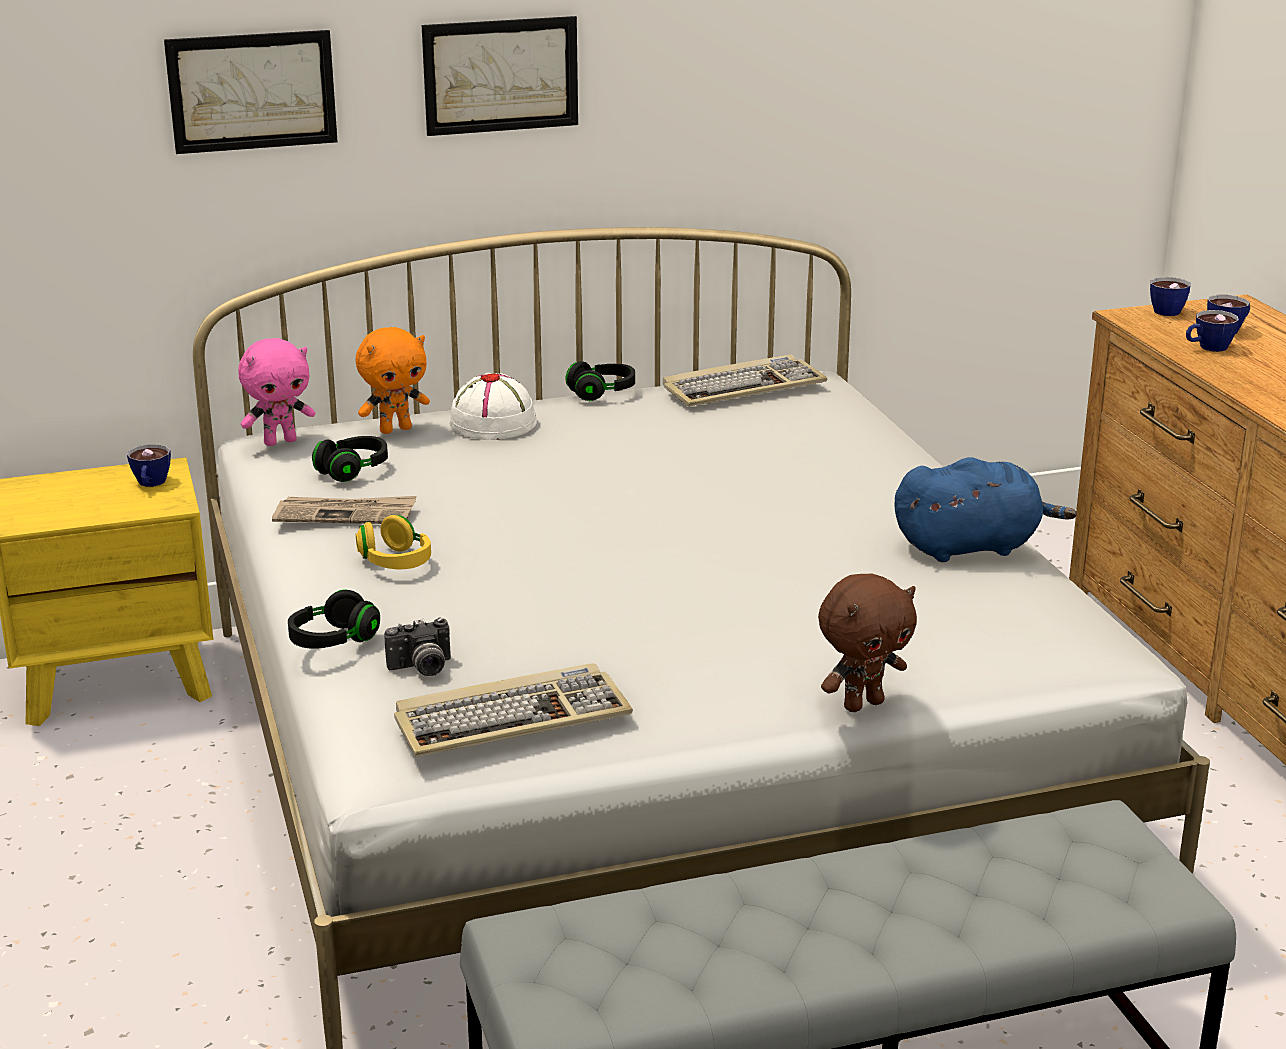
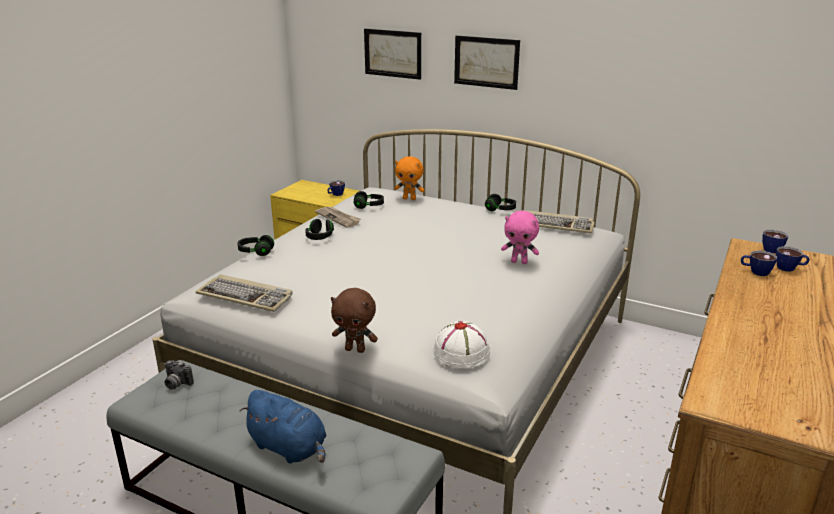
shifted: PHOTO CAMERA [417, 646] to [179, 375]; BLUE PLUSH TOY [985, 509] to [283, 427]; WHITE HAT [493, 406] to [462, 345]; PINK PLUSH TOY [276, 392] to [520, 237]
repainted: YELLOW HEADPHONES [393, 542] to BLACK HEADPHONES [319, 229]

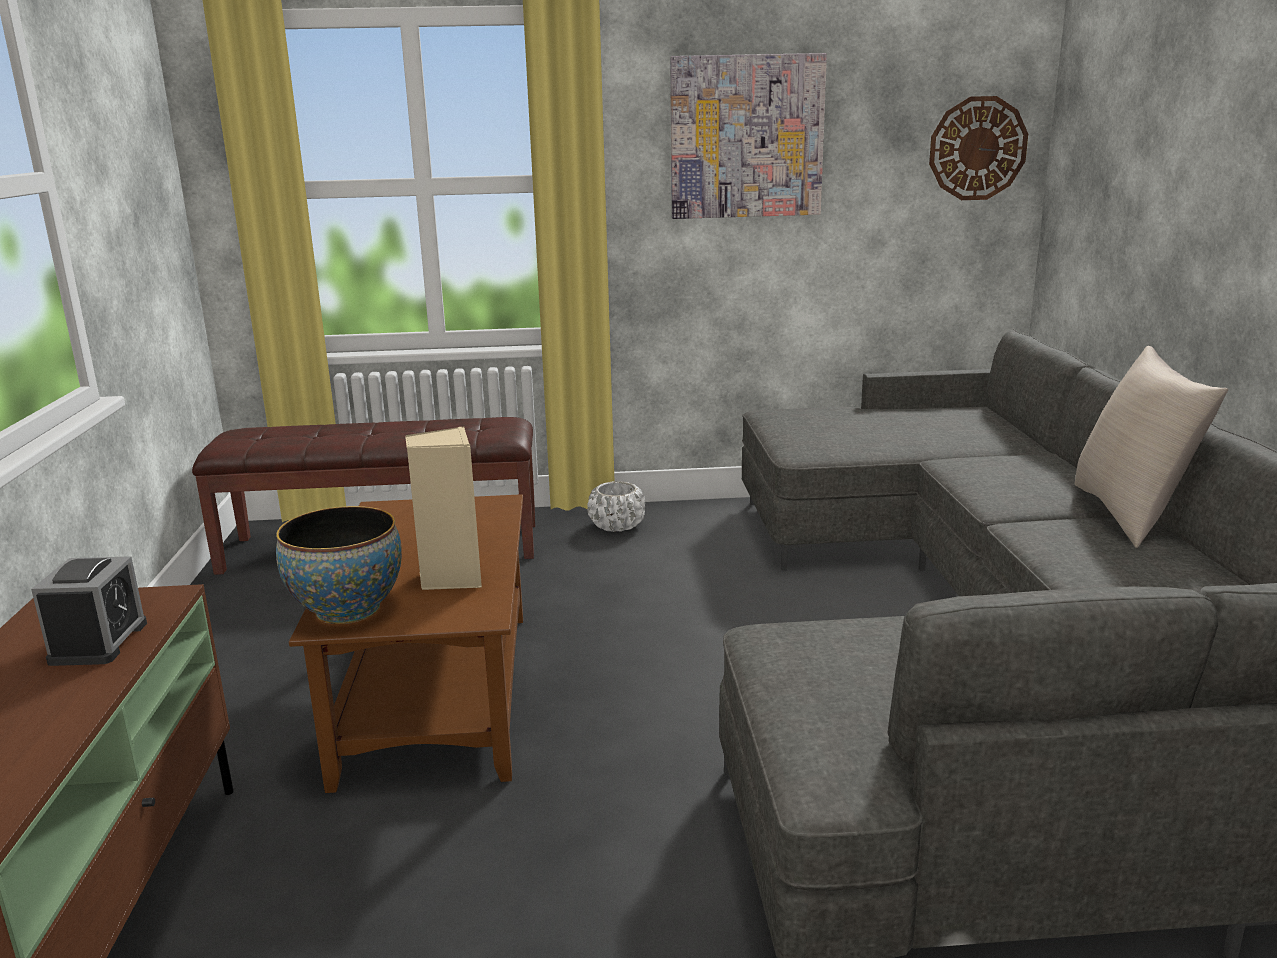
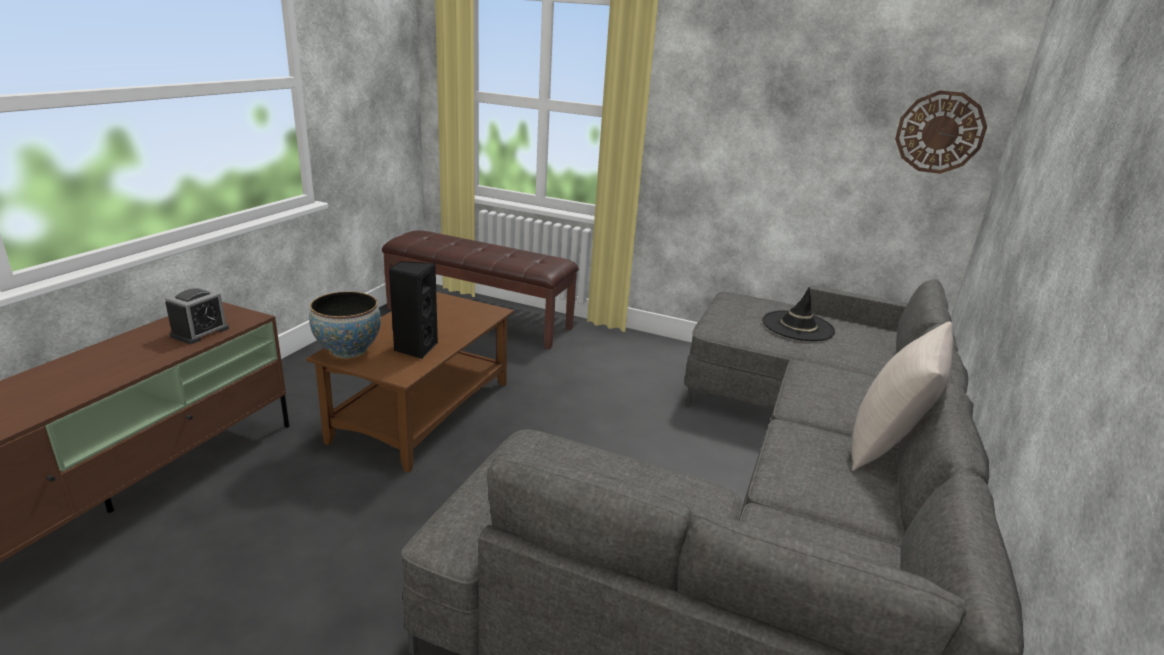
gone: WHITE PLANTER [616, 506]; PICTURE [748, 136]
new: BLACK HAT [798, 314]
repainted: BEIGE SPEAKER [443, 508] to BLACK SPEAKER [413, 310]

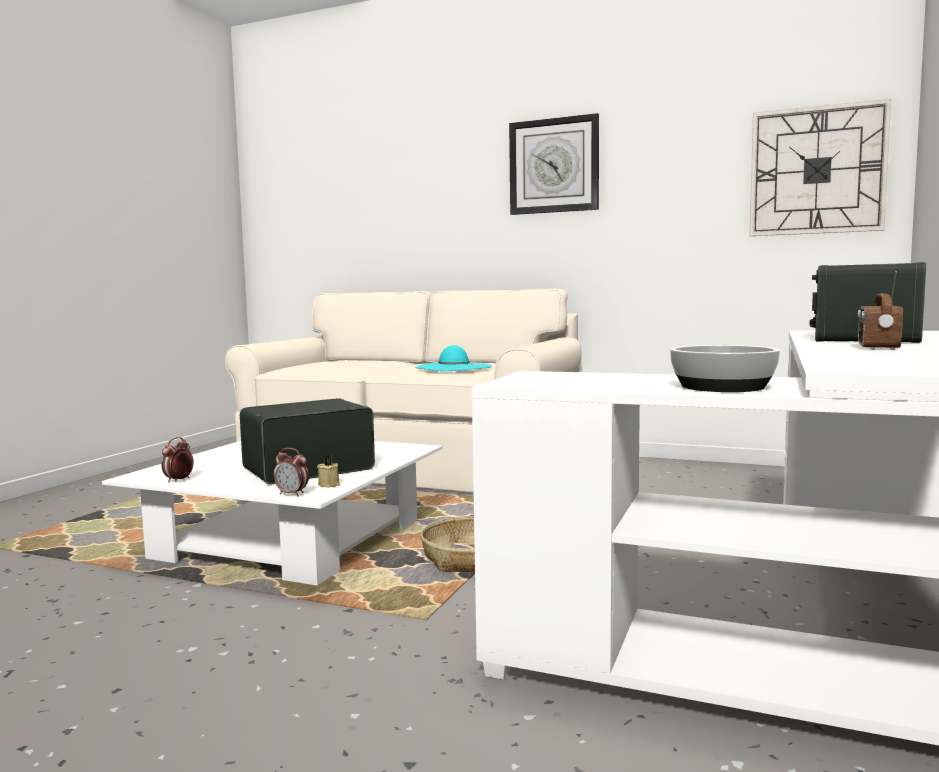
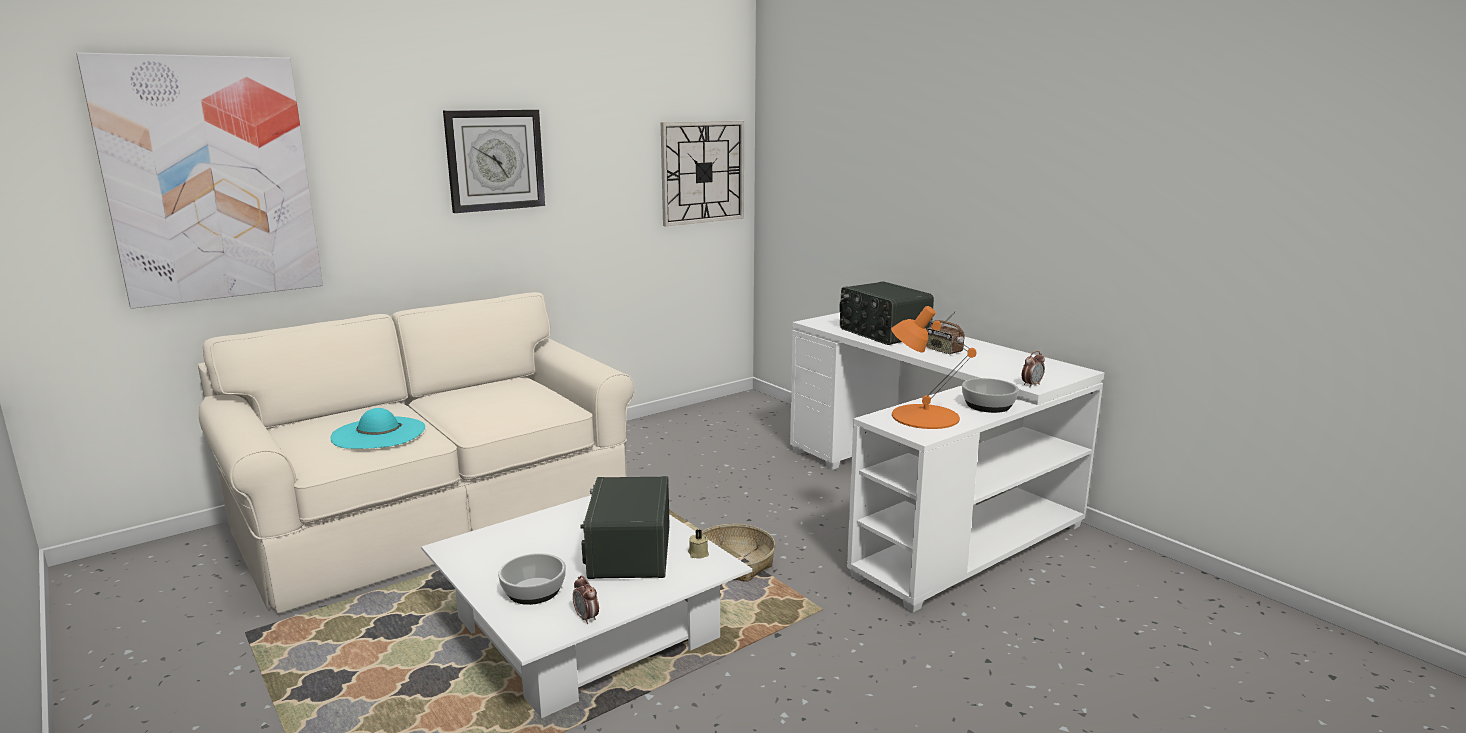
new: PICTURE [199, 181]; BOWL [532, 579]; ORANGE TABLE LAMP [933, 367]
shifted: TURQUOISE HAT [453, 358] to [377, 428]; ALARM CLOCK [291, 472] to [1033, 369]

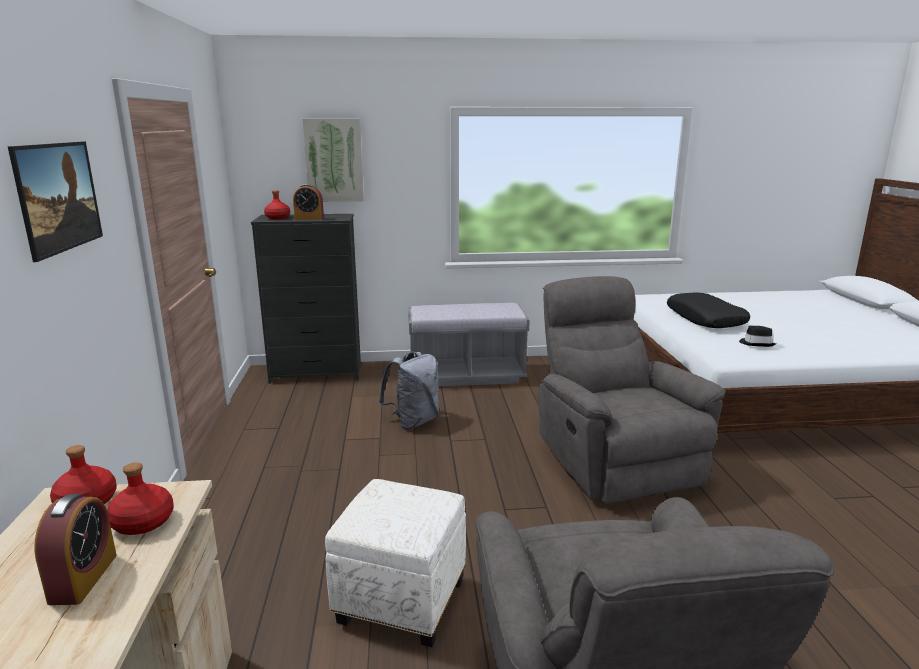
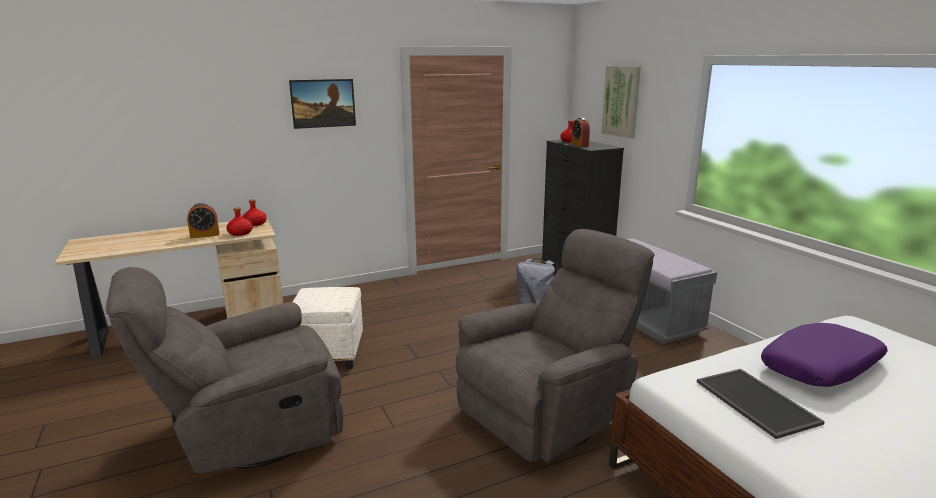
swapped: BLACK HAT [757, 336] to TRAY [761, 404]
repainted: BLACK PILLOW [708, 310] to PURPLE PILLOW [824, 355]

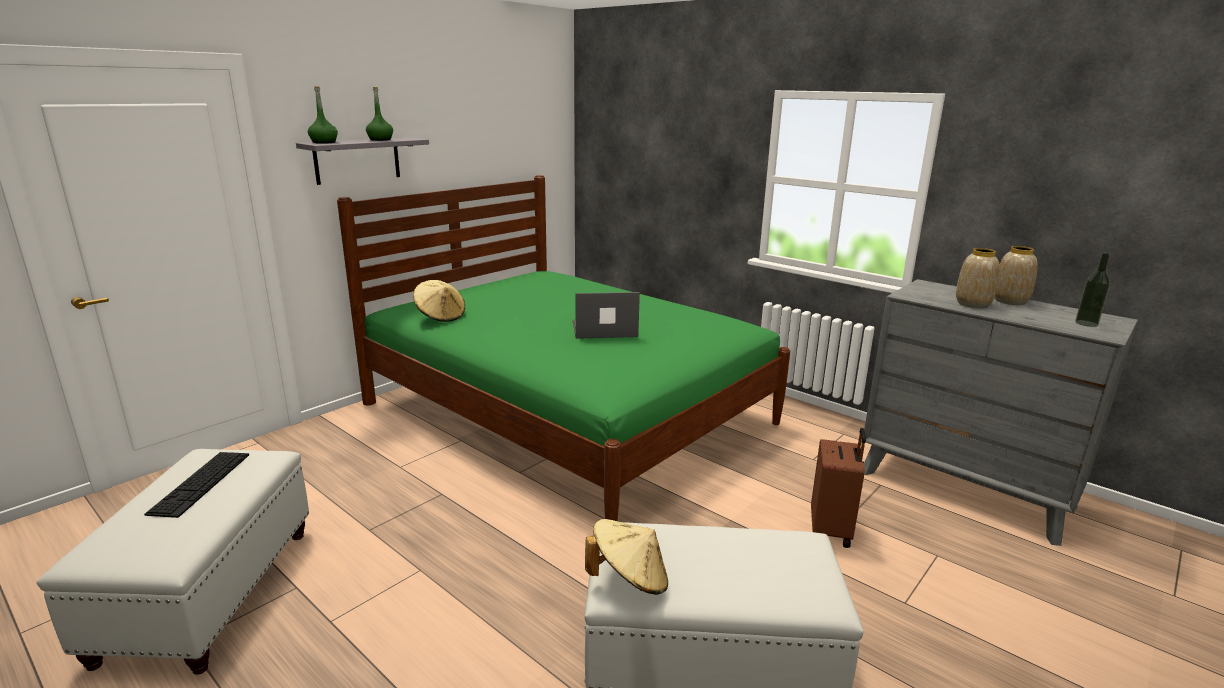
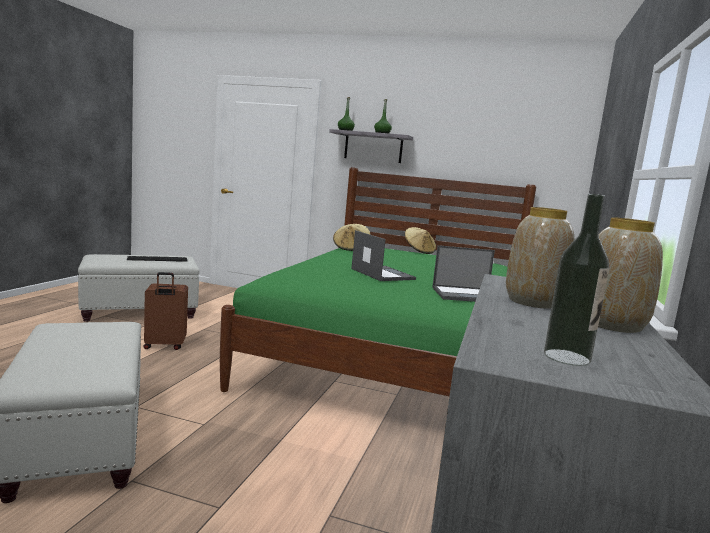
new: LAPTOP [463, 273]
shifted: BROWN SUITCASE [838, 488] to [166, 311]; BEIGE HAT [626, 557] to [420, 240]

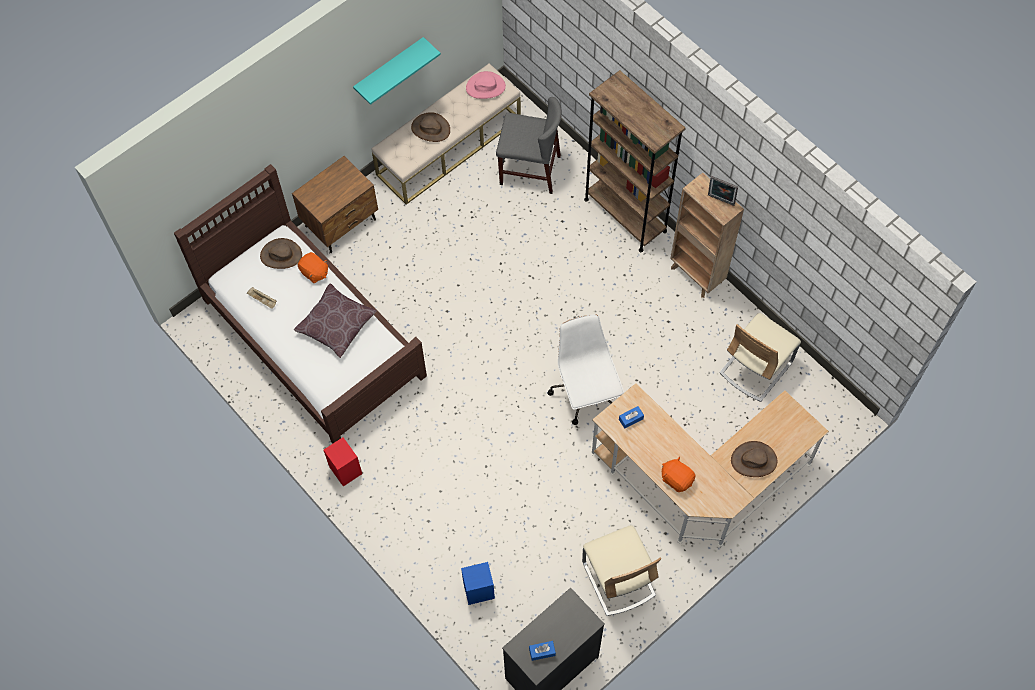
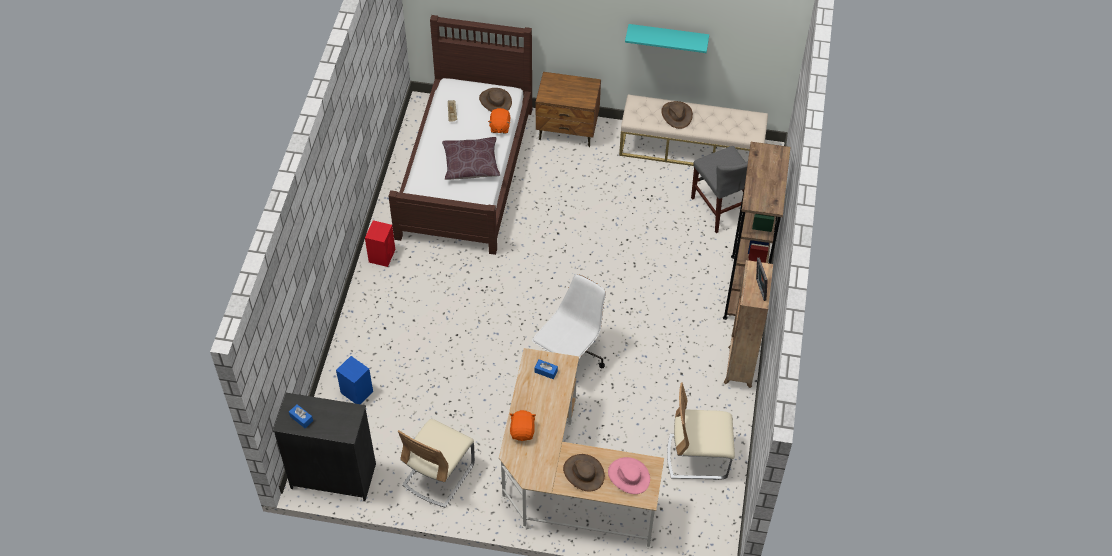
shifted: PINK HAT [486, 85] to [629, 475]

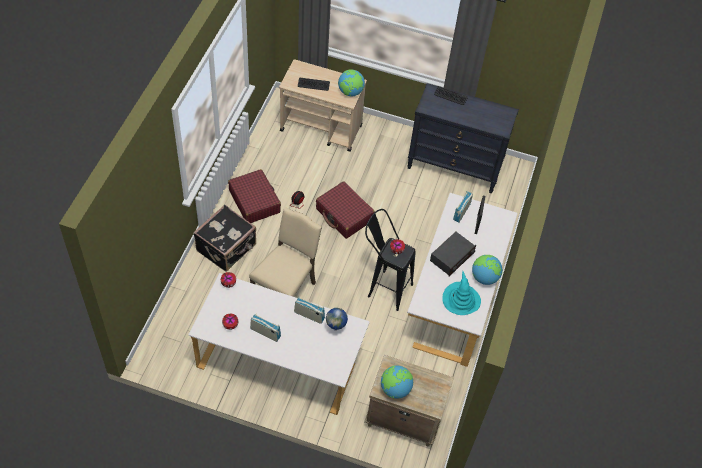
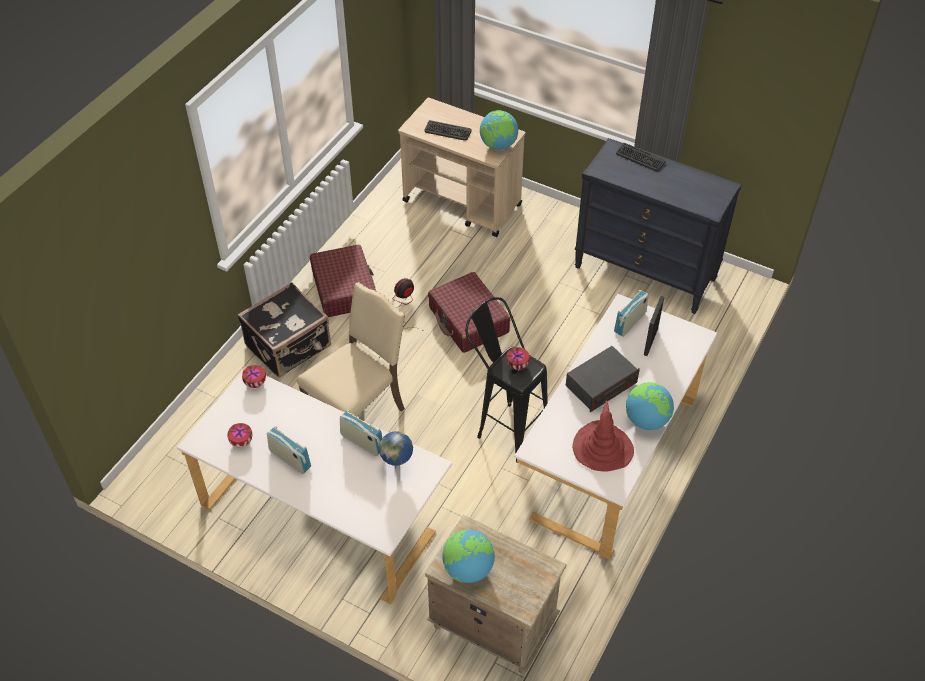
repainted: TURQUOISE HAT [461, 293] to RED HAT [603, 436]

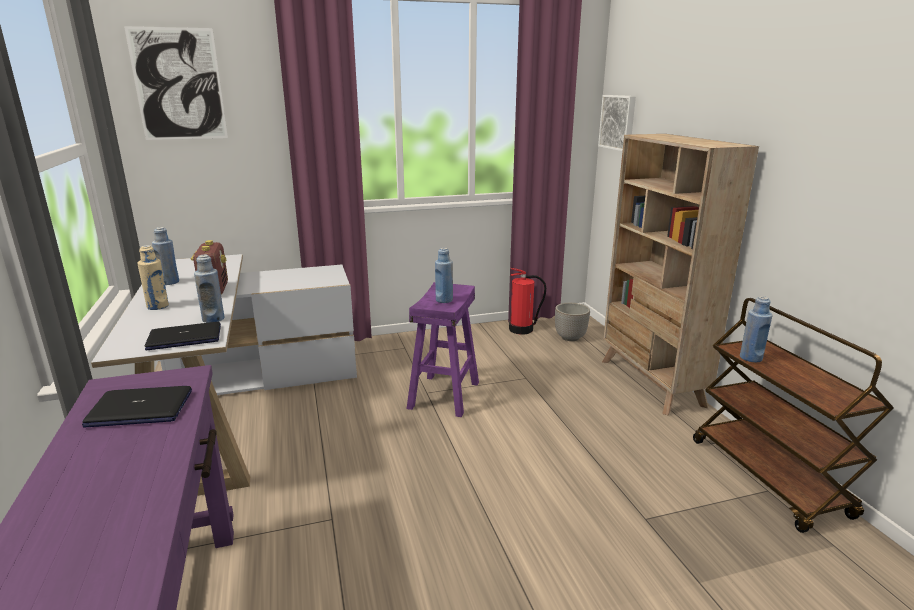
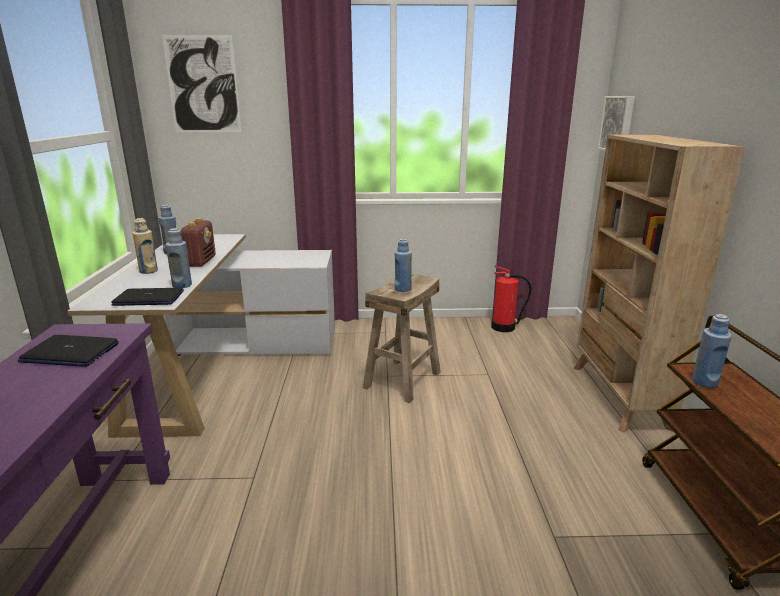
gone: PLANTER [572, 322]
repainted: PURPLE STOOL [443, 349] to BEIGE STOOL [402, 338]

